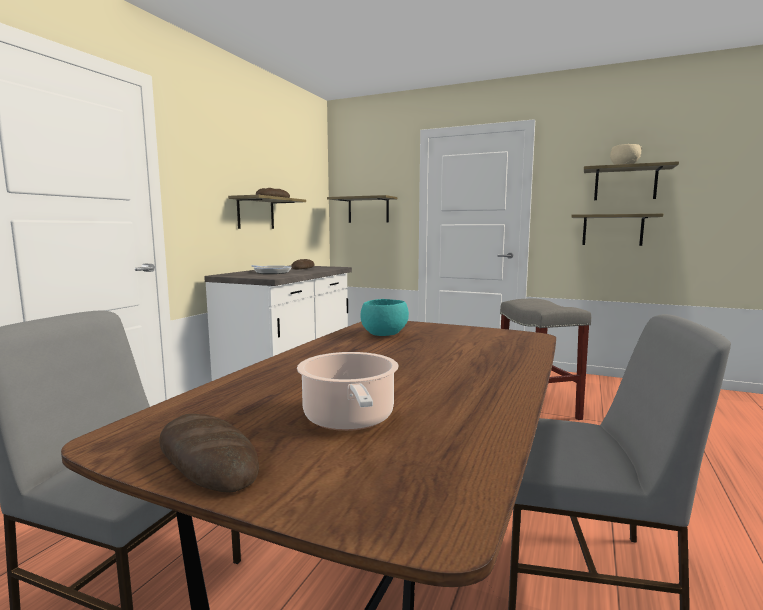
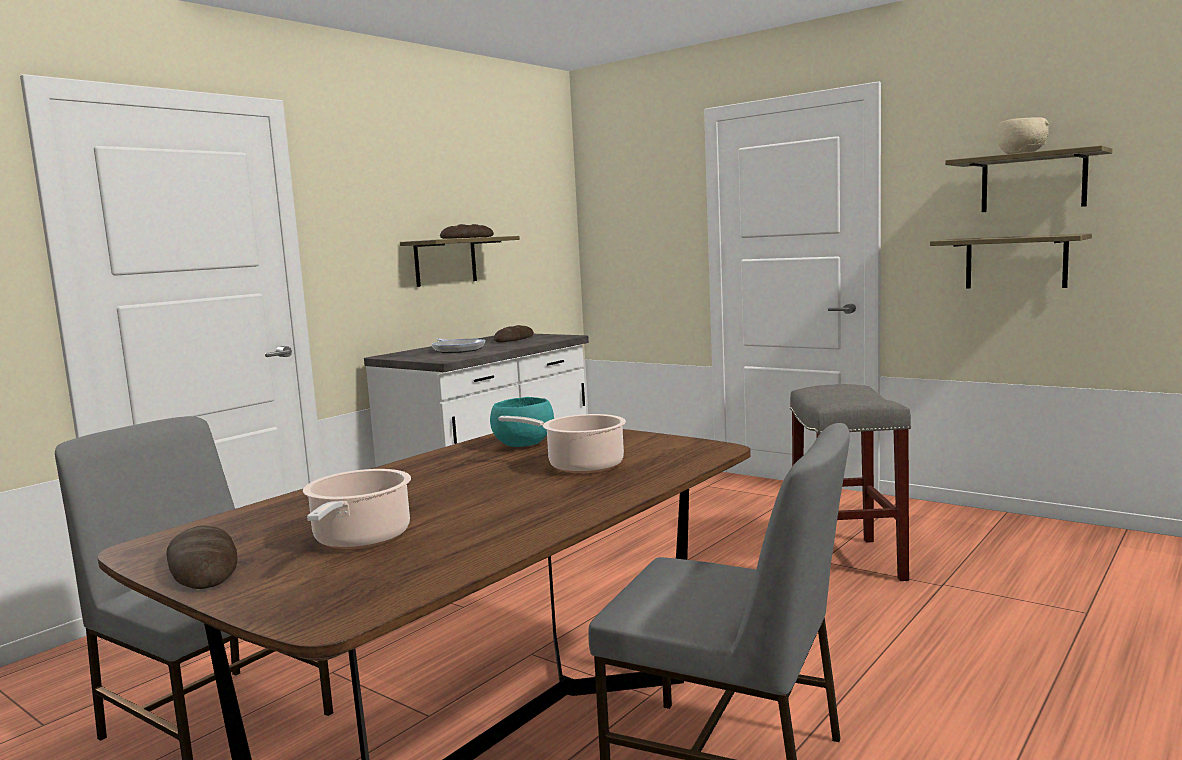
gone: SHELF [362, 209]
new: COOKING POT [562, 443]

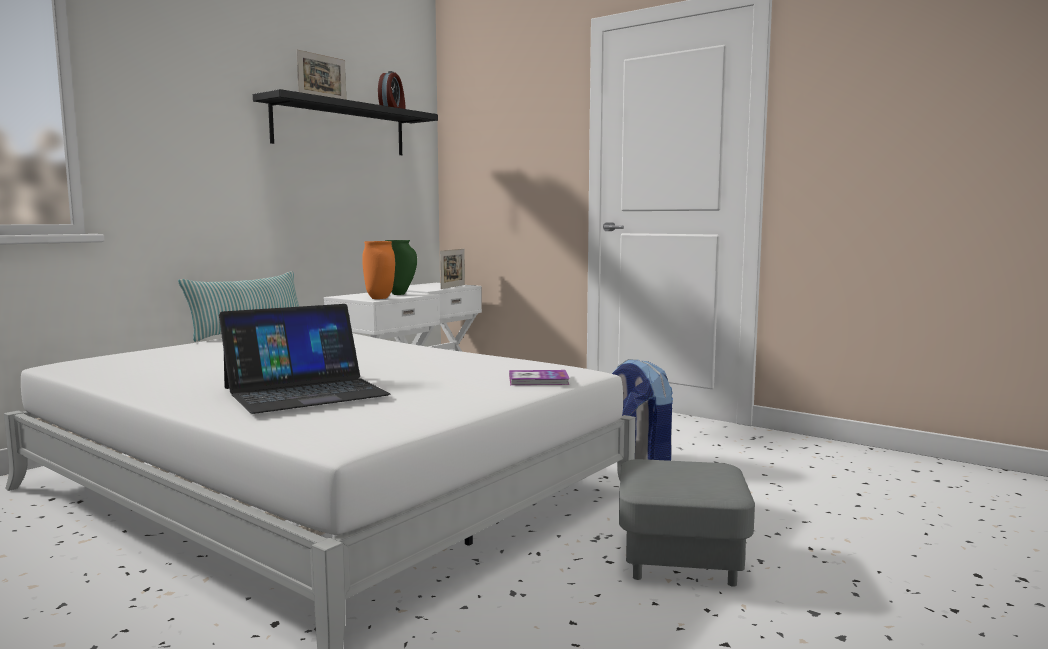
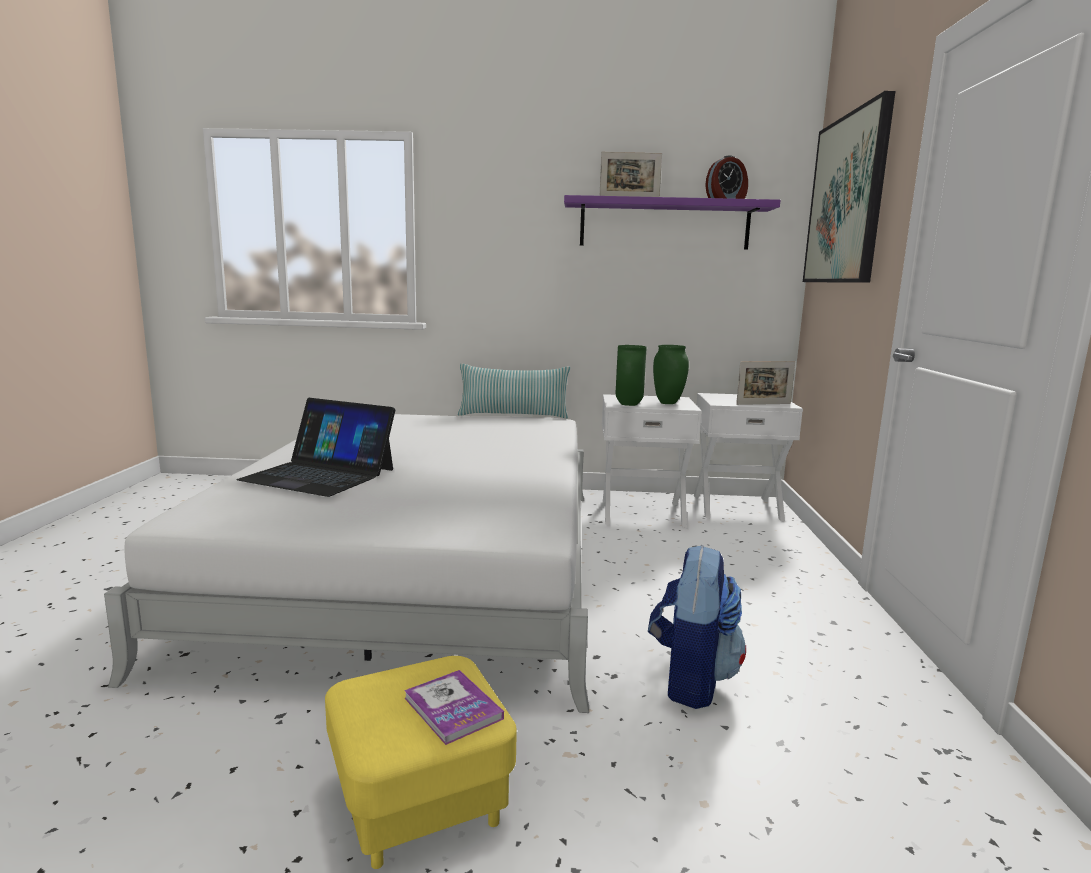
new: PICTURE [849, 187]
shifted: BOOK [539, 377] to [454, 707]
repainted: GREY OTTOMAN [687, 523] to YELLOW OTTOMAN [421, 762]; BLACK SHELF [345, 122] to PURPLE SHELF [672, 222]; ORANGE VASE [378, 270] to GREEN VASE [631, 375]

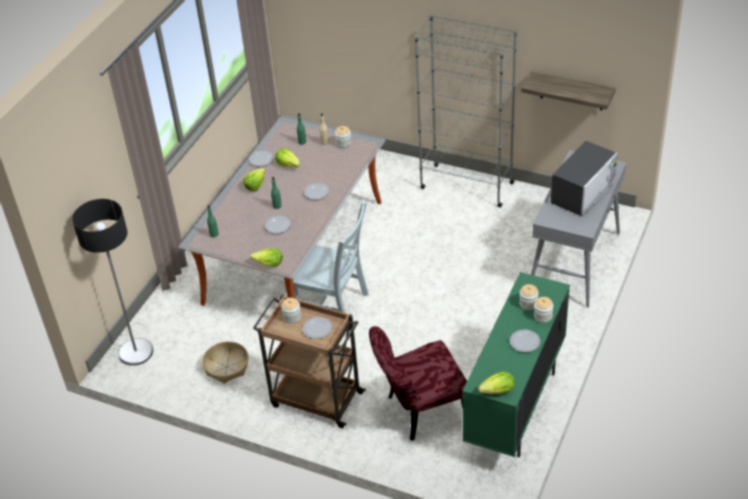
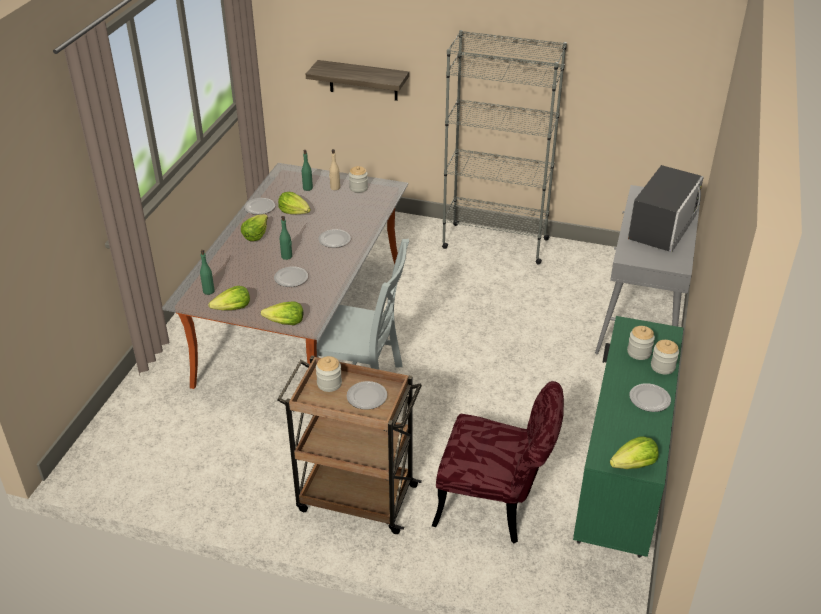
gone: FLOOR LAMP [112, 282]; BASKET [225, 362]
new: LETTUCE [229, 298]
shifted: SHELF [568, 90] to [357, 80]
rotated: RED CHAIR [418, 383] = [498, 462] 135 degrees counterclockwise

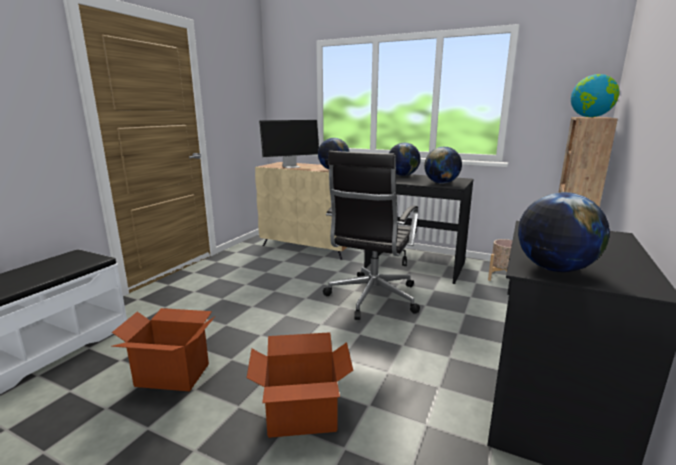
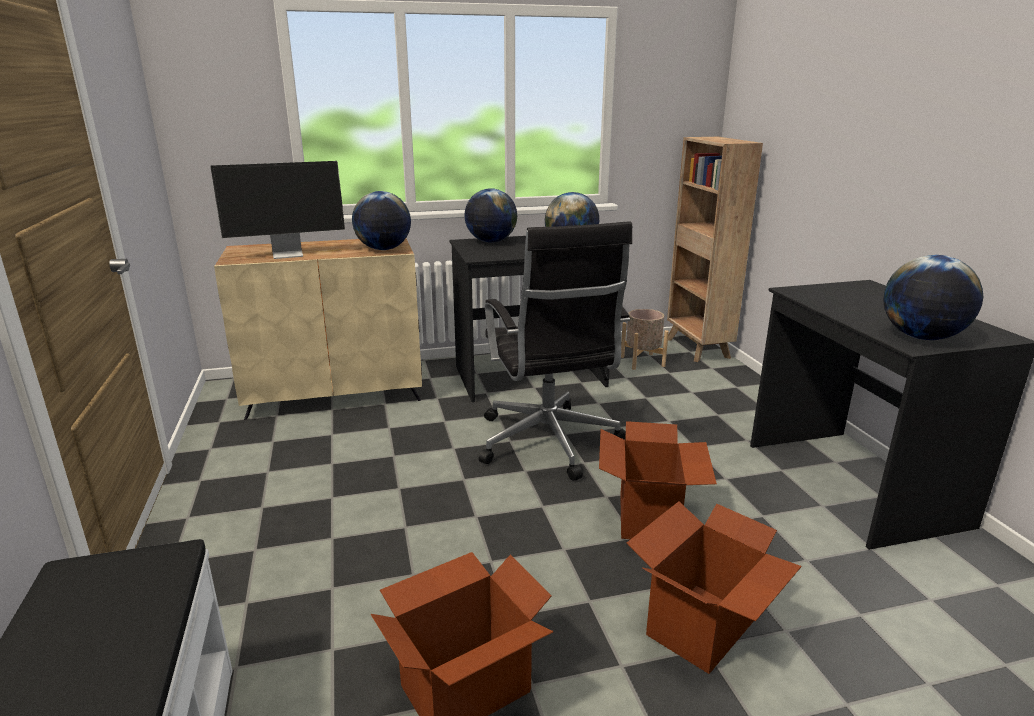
gone: GLOBE [595, 95]
new: CARDBOARD BOX [658, 480]
rotated: MONITOR [289, 144] = [277, 210] 45 degrees clockwise

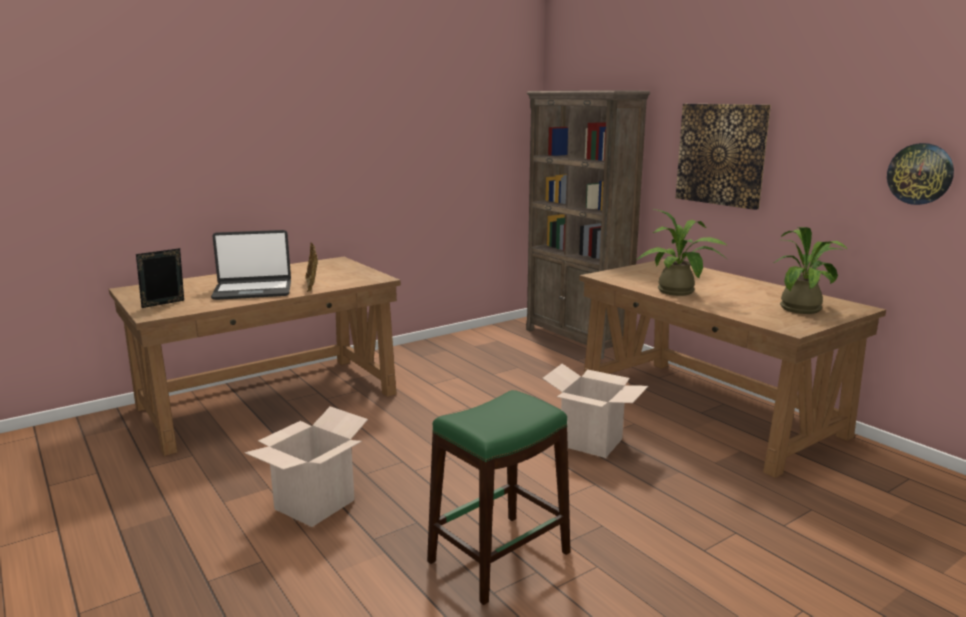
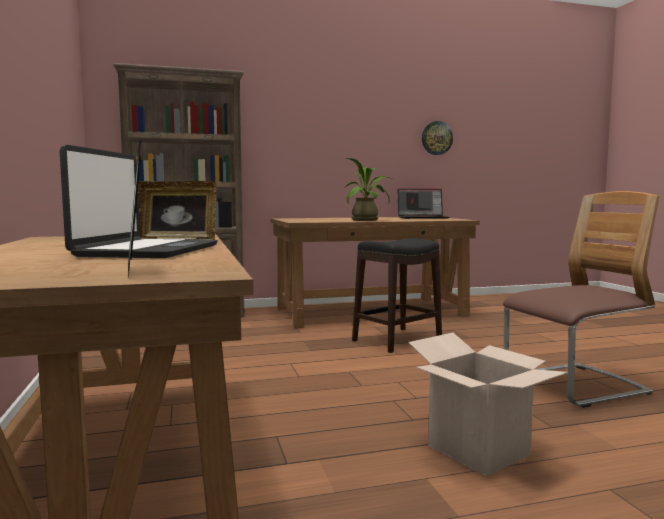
gone: PICTURE [723, 157]
swapped: CARDBOARD BOX [595, 411] to BLACK STOOL [397, 295]; POTTED PLANT [810, 270] to LAPTOP [423, 204]; GREEN STOOL [498, 497] to CHAIR [581, 299]

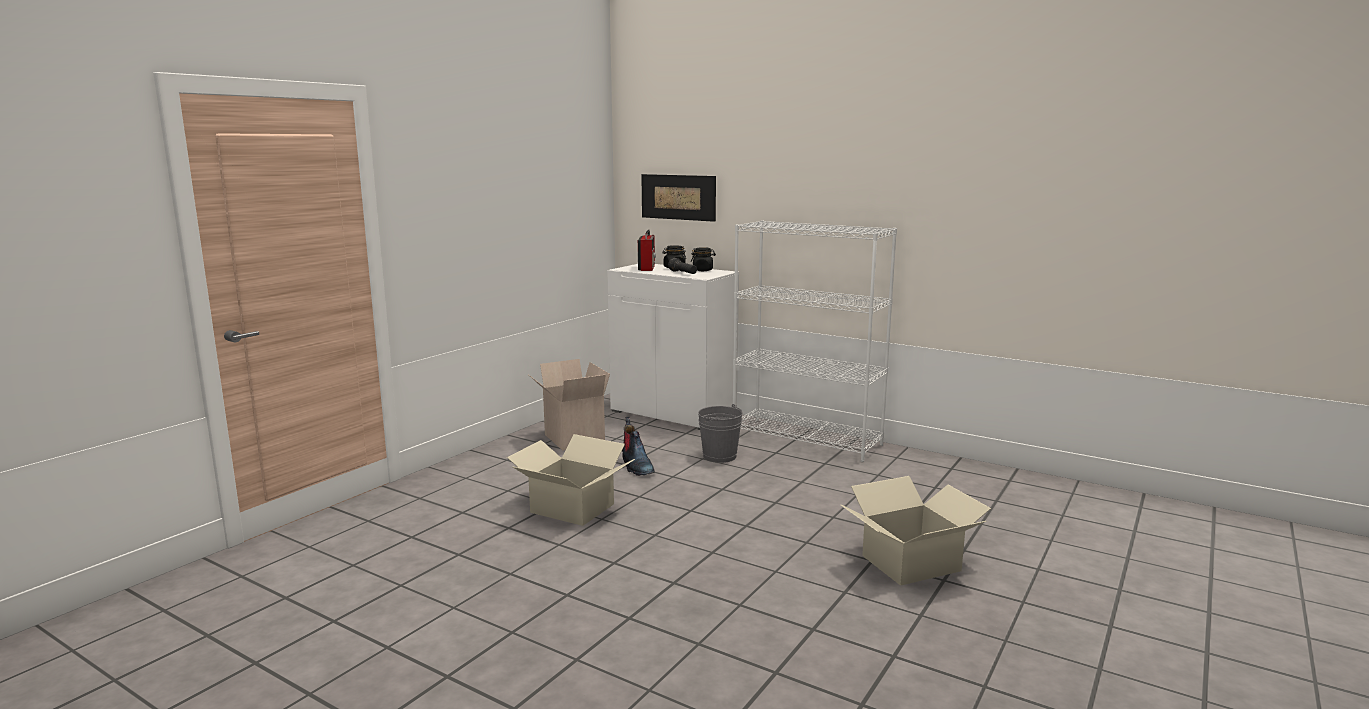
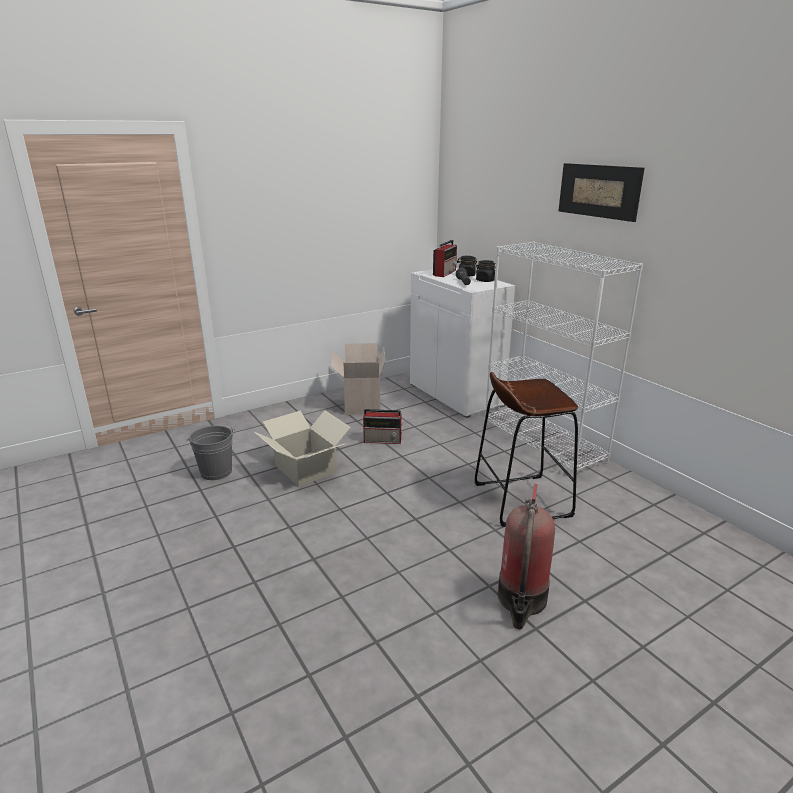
new: BROWN STOOL [526, 449]
shifted: GREY BUCKET [720, 433] to [211, 453]; PICTURE [678, 198] to [602, 192]
swapped: BOOT [638, 446] to RADIO [383, 426]; CARDBOARD BOX [916, 531] to FIRE EXTINGUISHER [526, 556]

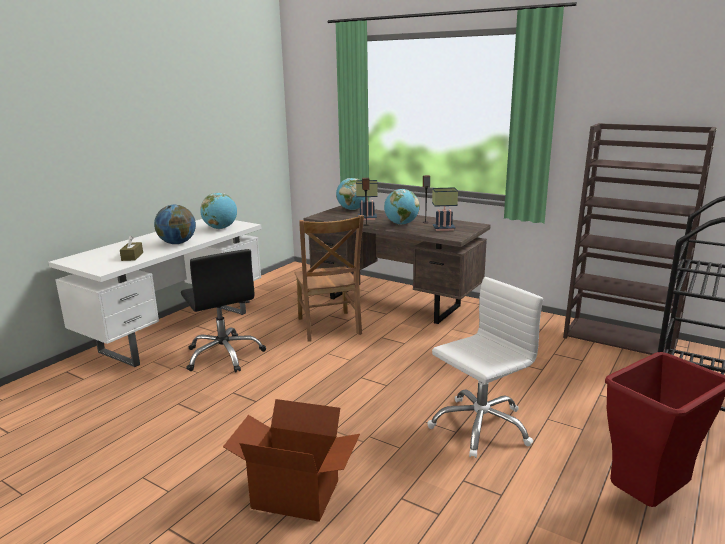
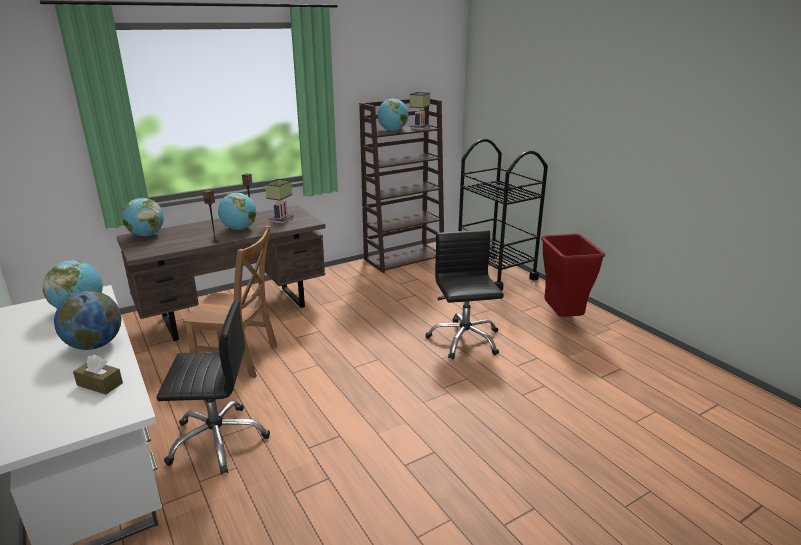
gone: CARDBOARD BOX [291, 460]
new: GLOBE [392, 115]
shifted: TABLE LAMP [367, 200] to [420, 111]
repainted: WHITE OFFICE CHAIR [485, 367] to BLACK OFFICE CHAIR [464, 294]

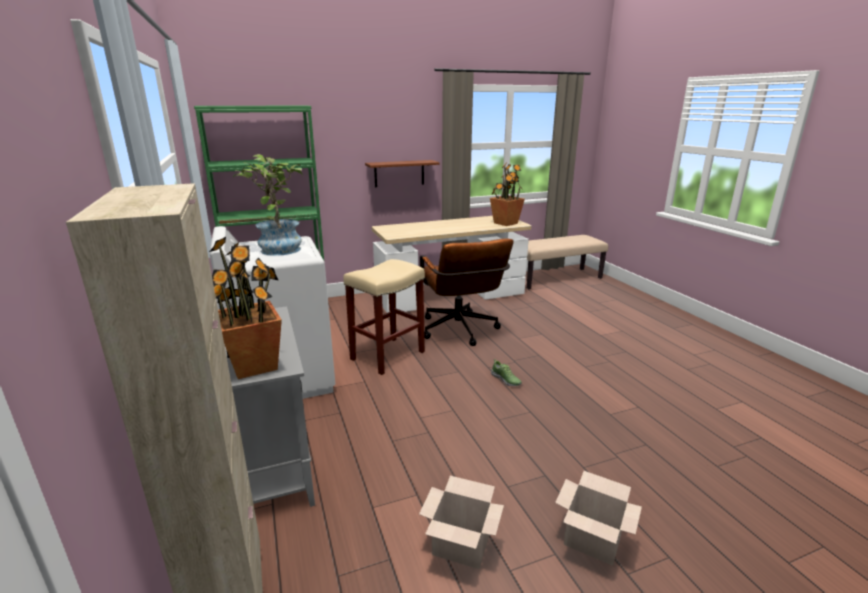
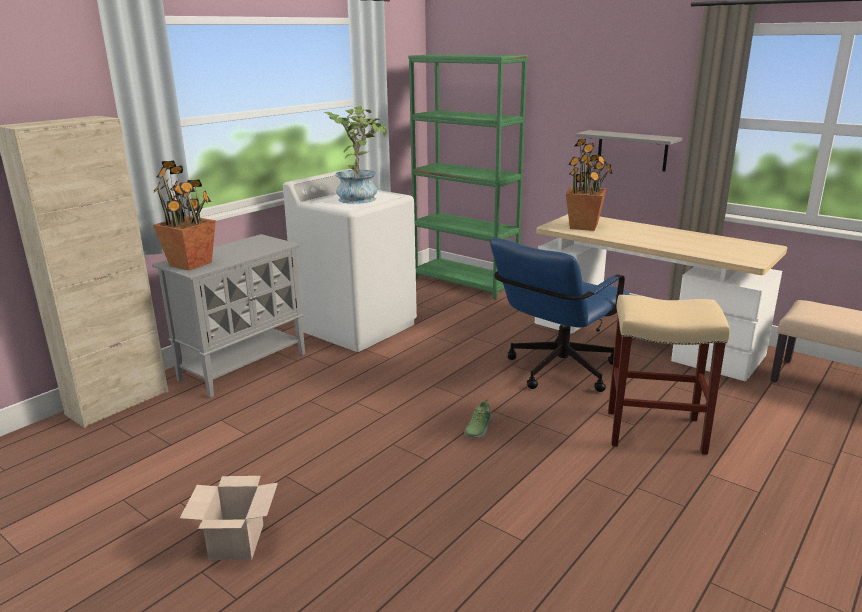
gone: CARDBOARD BOX [461, 522]
shifted: POTTED PLANT [507, 194] to [589, 185]; BEIGE STOOL [384, 317] to [669, 375]
repainted: BROWN OFFICE CHAIR [467, 292] to BLUE OFFICE CHAIR [560, 315]; BROWN SHELF [402, 173] to GREY SHELF [628, 151]

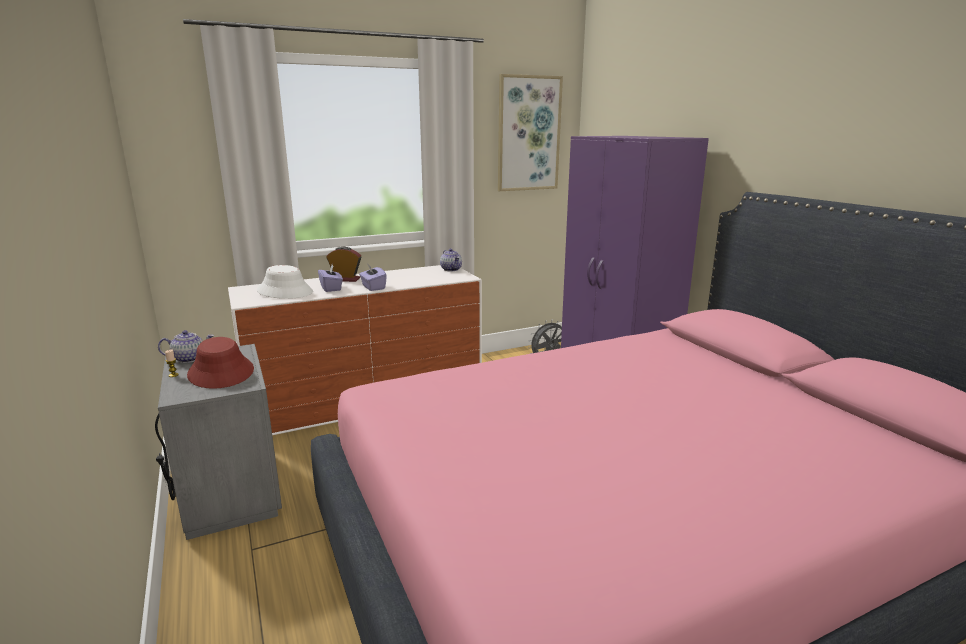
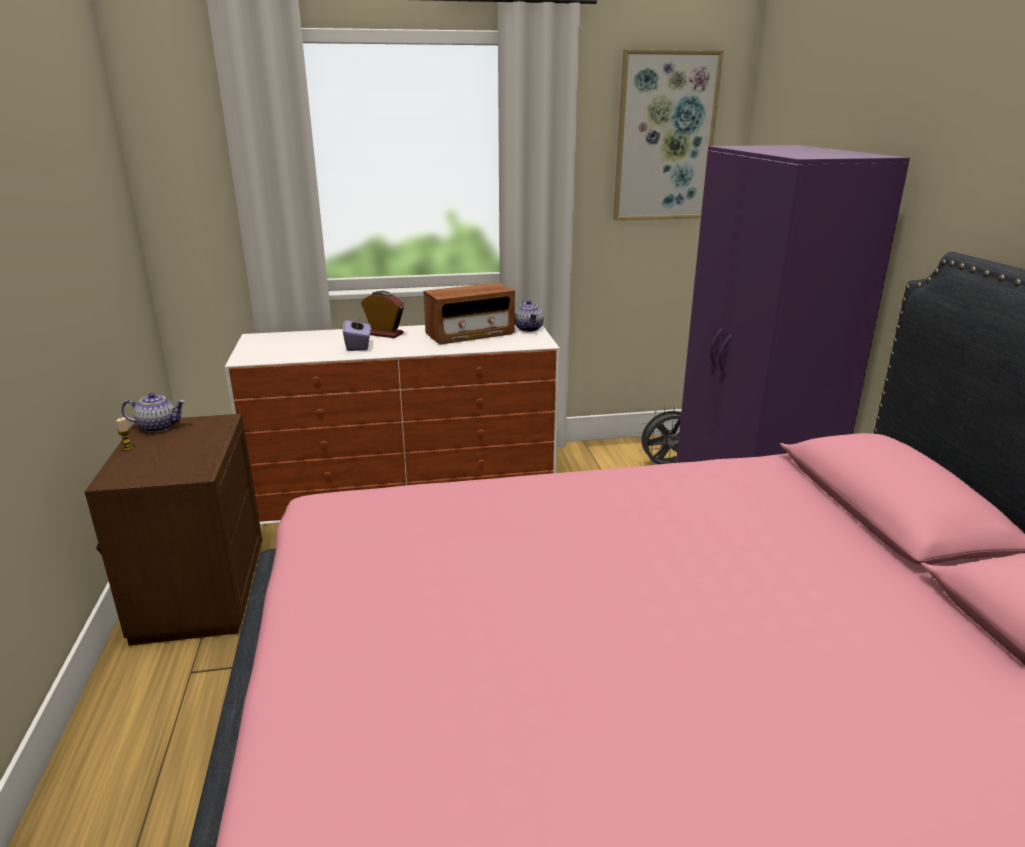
gone: RED HAT [220, 363]; WHITE HAT [285, 282]; PURPLE TISSUE BOX [373, 277]
new: RADIO [469, 313]
repainted: GREY NIGHTSTAND [218, 442] to BROWN NIGHTSTAND [173, 530]

